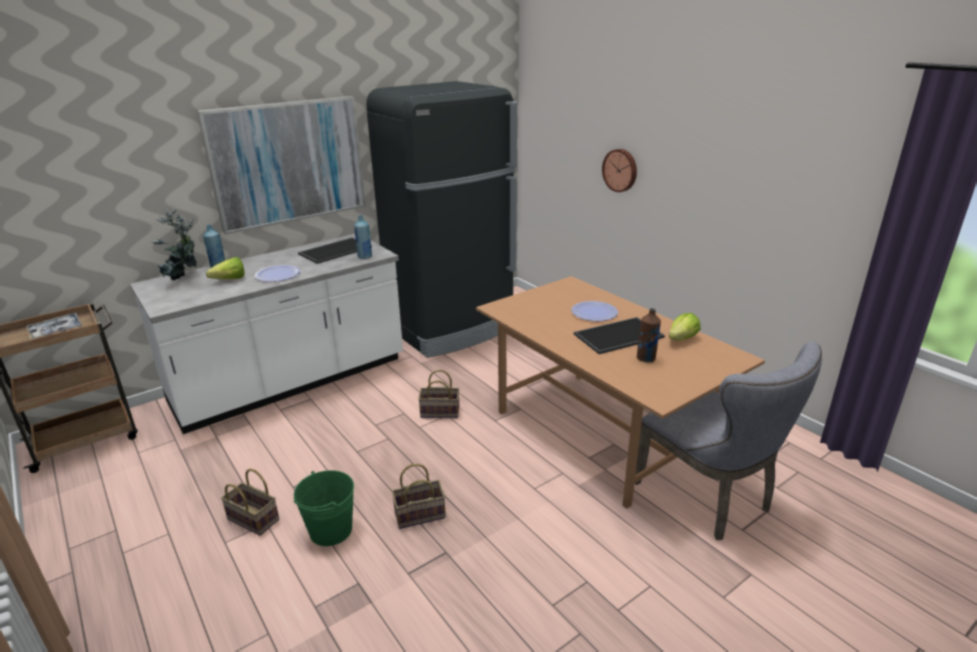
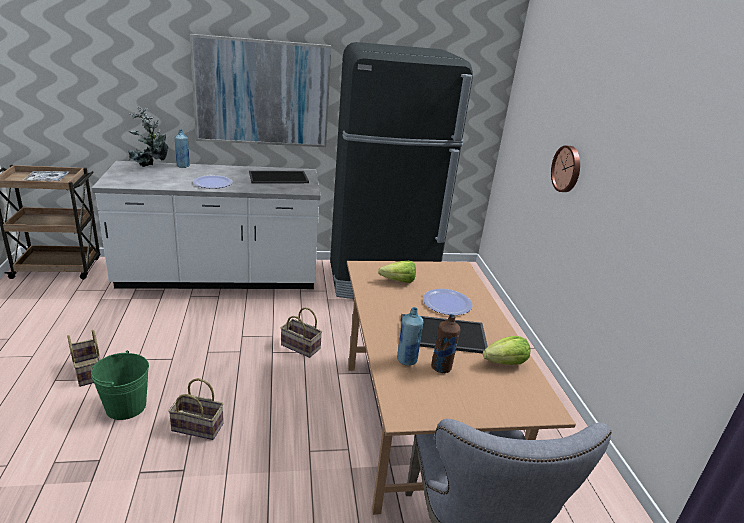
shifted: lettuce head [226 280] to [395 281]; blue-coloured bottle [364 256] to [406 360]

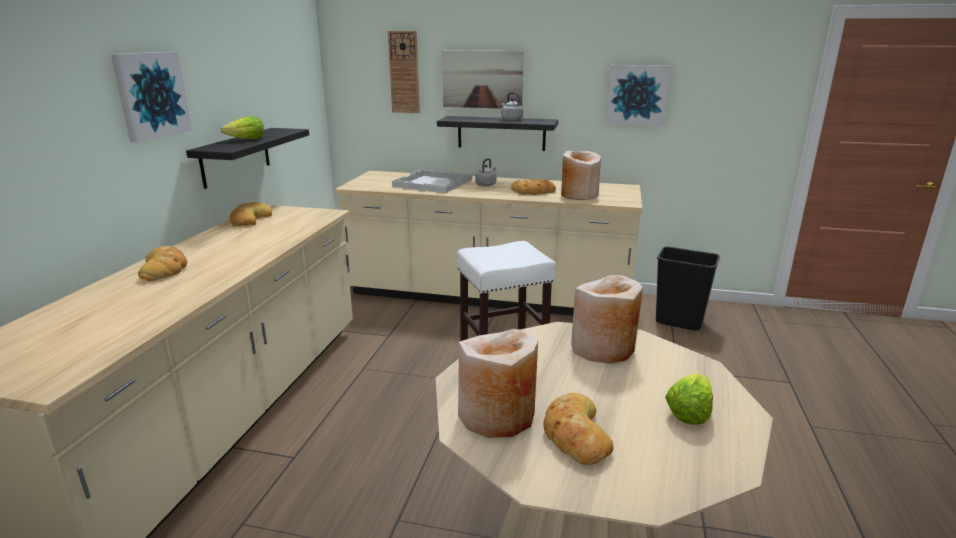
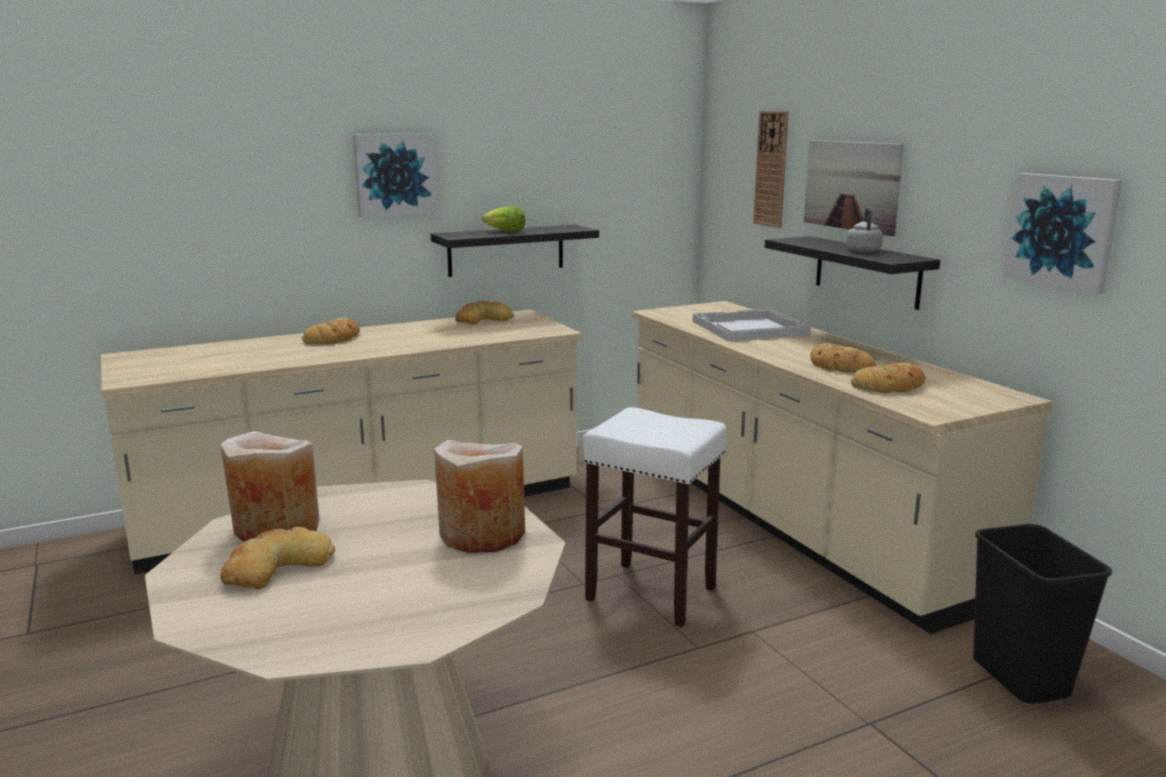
gone: gray tea kettle [486 184]; lettuce head [689 411]
swapped: sand-coloured decorative vase [579 195] to bread [891 386]

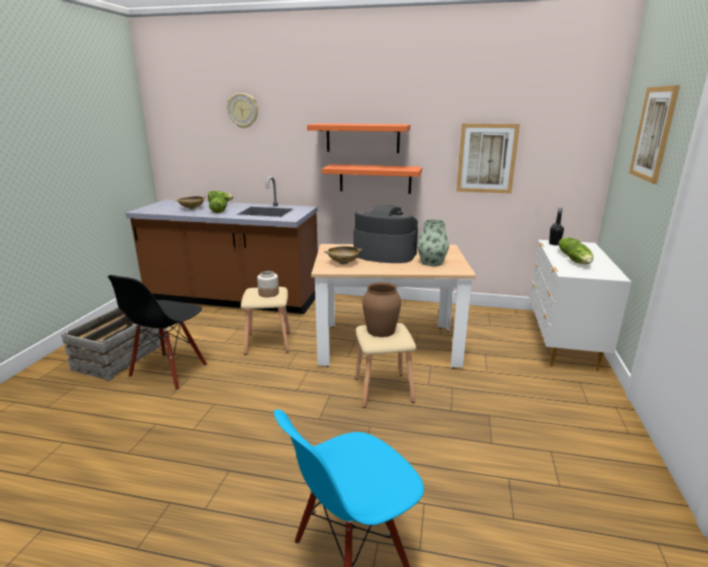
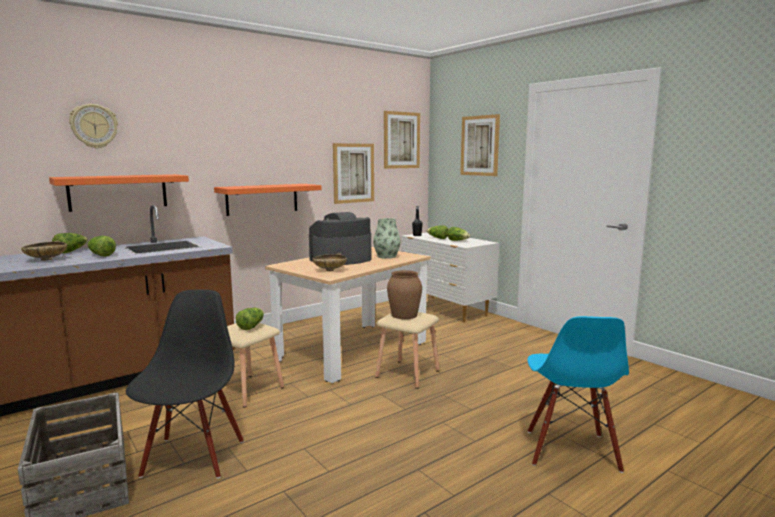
new: wall picture [401 140]
shifted: orange-coloured bracket shelf [362 138] to [118 192]
swapped: preserve jar [268 293] to lettuce head [251 326]
rotated: black-coloured upright chair [169 372] = [192 457] 150 degrees counterclockwise

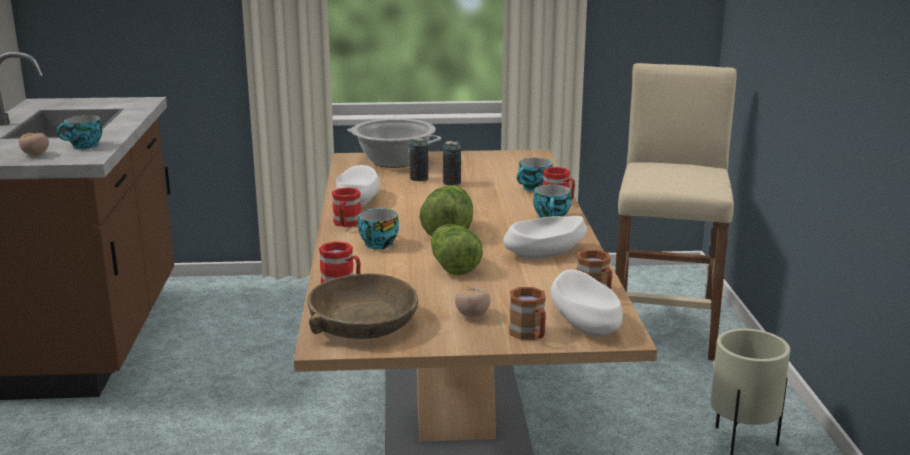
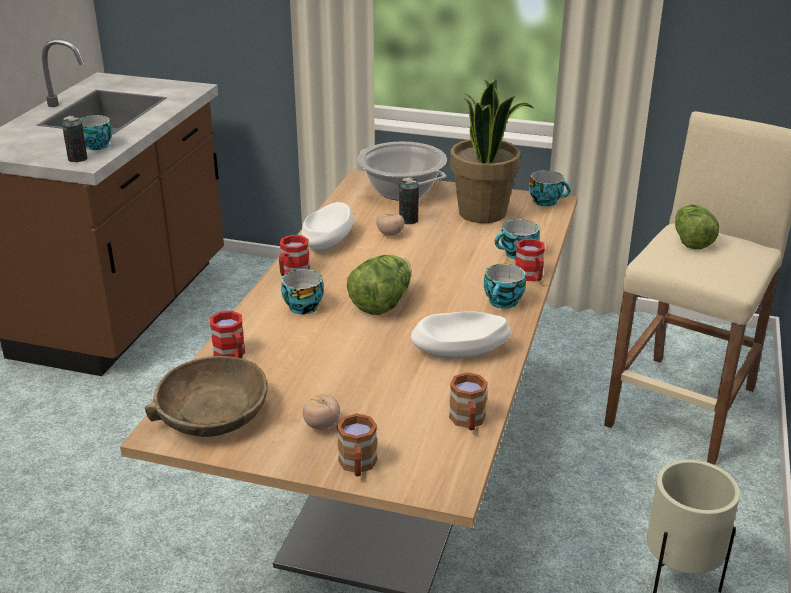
gone: white-coloured bowl [584 321]
new: potted plant [483 213]; drinking cup [547 201]
shifted: can [451 183] to [77 159]; fresh tomato [35 154] to [390 234]; lettuce head [453 266] to [691 240]

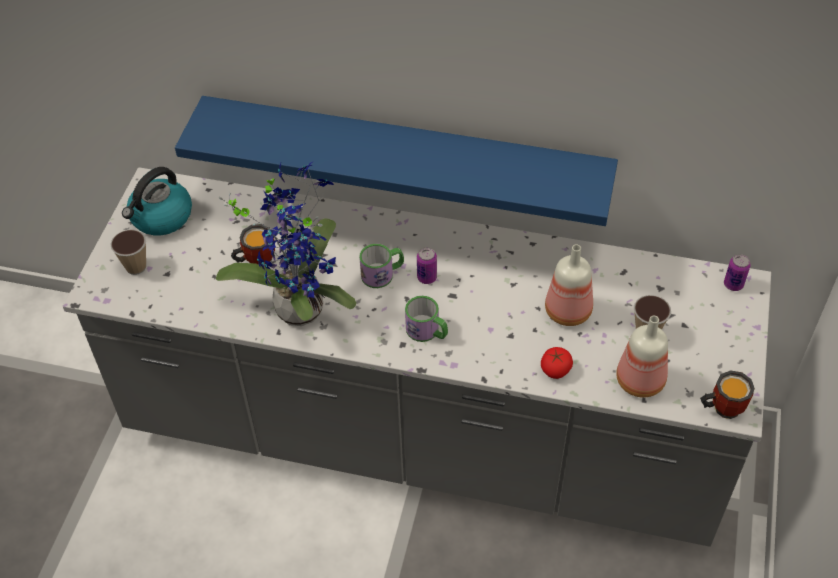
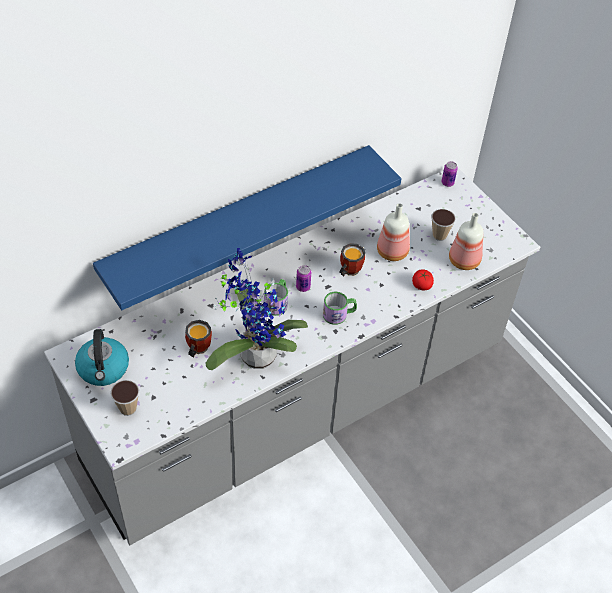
shifted: coffee mug [721 407] to [348 271]

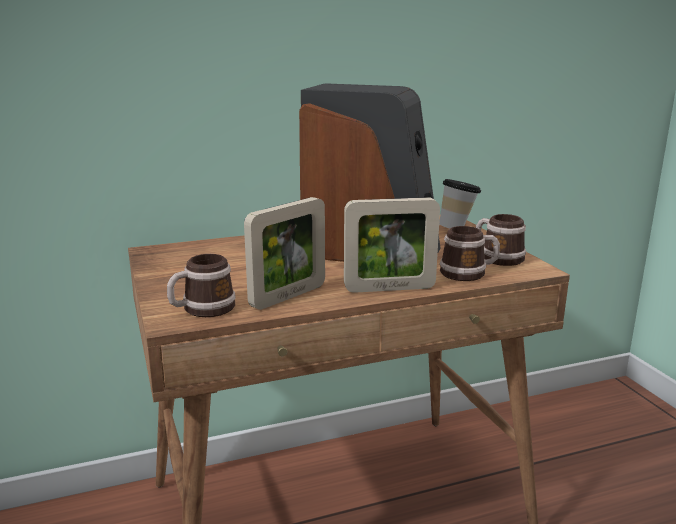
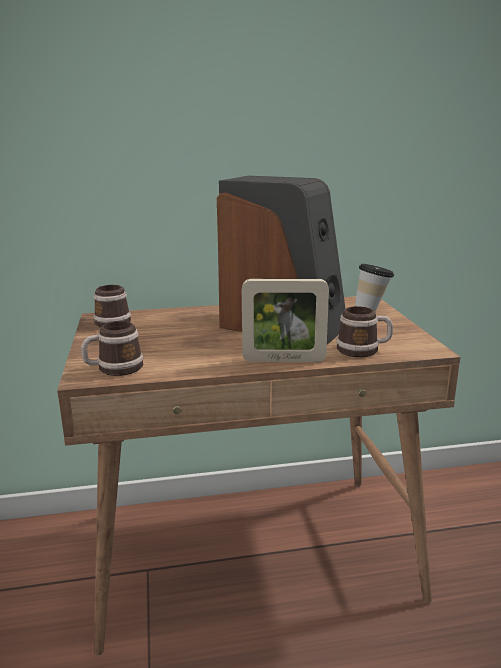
gone: standing frame [288 296]
shifted: coffee mug [497 257] to [111 321]

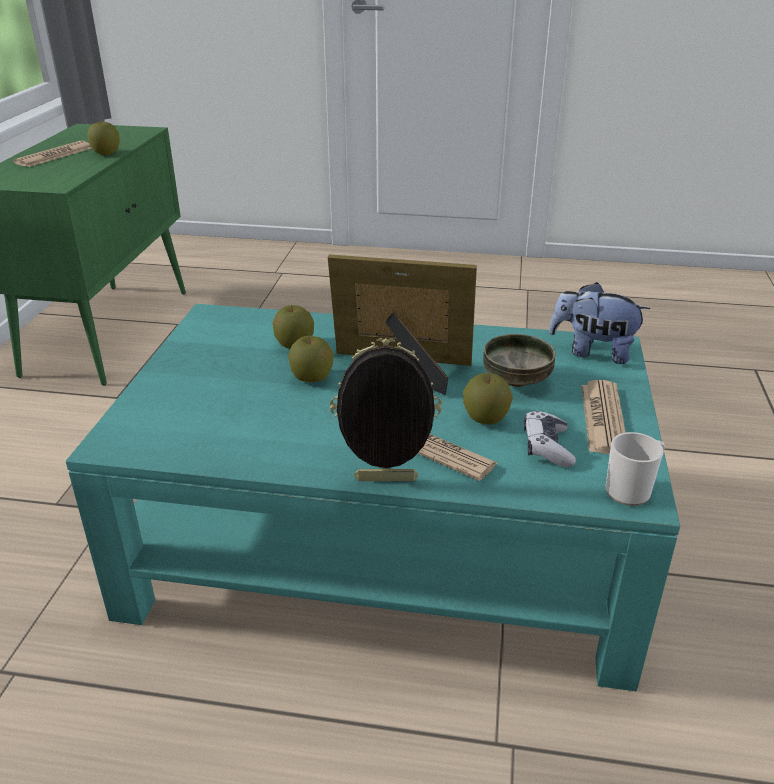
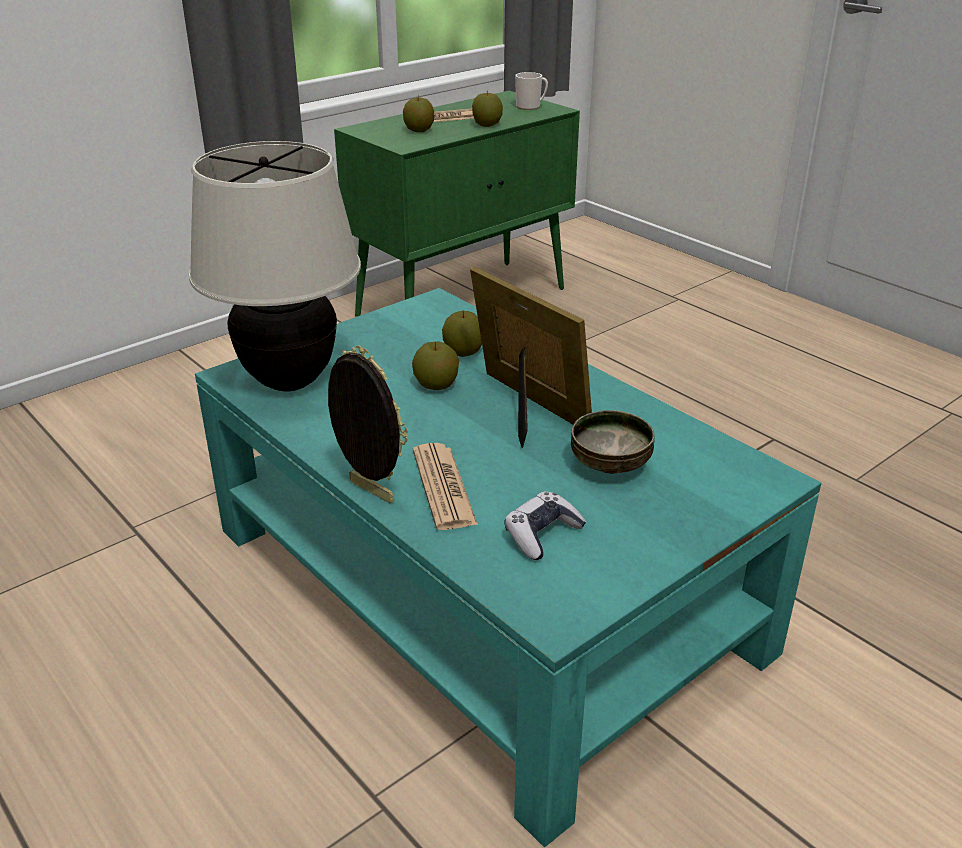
gone: cuddly toy [592 351]; newspaper [603 418]
new: sand-coloured table lamp [289 381]
shifted: apple fruit [485 418] to [419 131]; coffee mug [632 490] to [531 107]

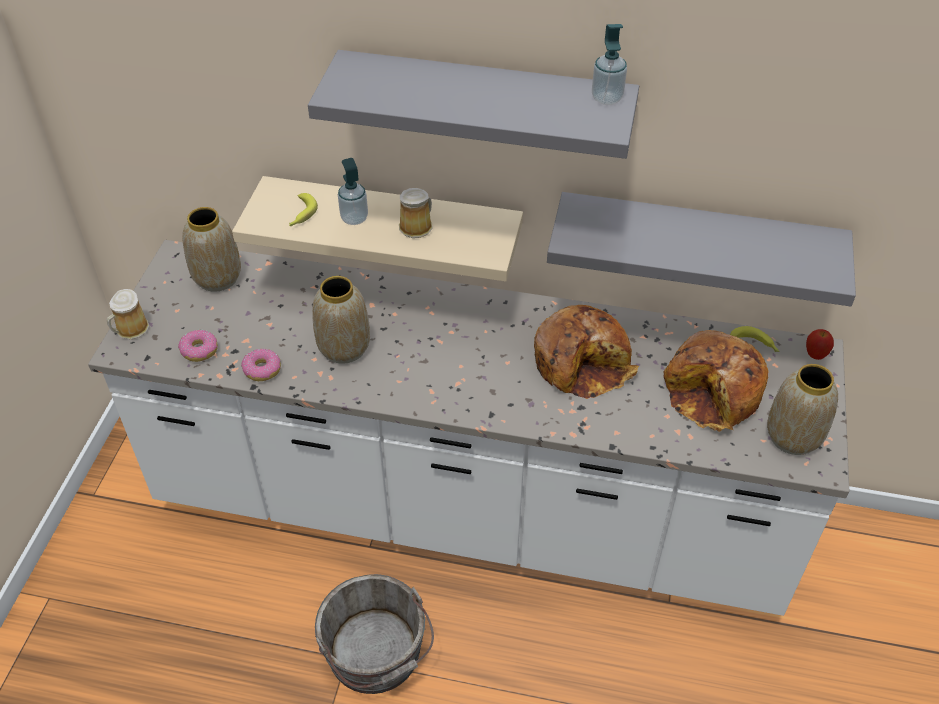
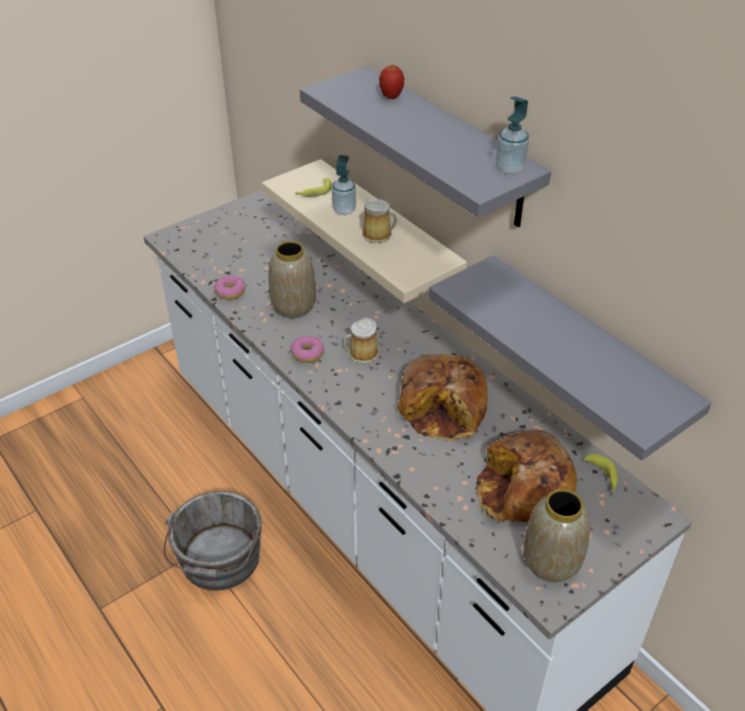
gone: decorative vase [217 278]
shifted: doughnut [199 350] to [307 354]; coffee mug [130 329] to [361 354]; apple fruit [815 355] to [391 97]

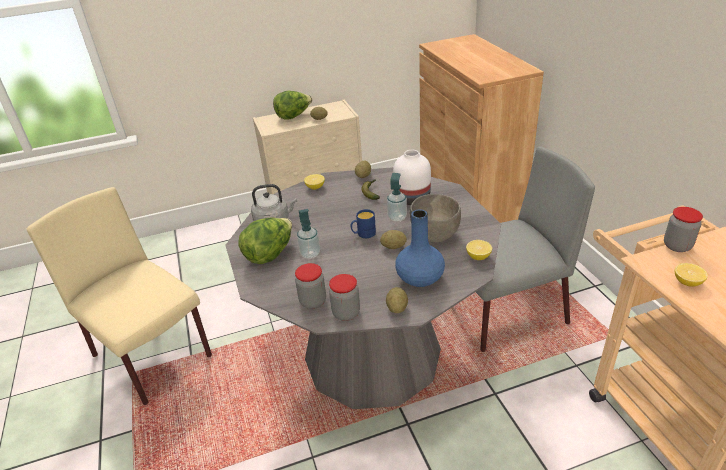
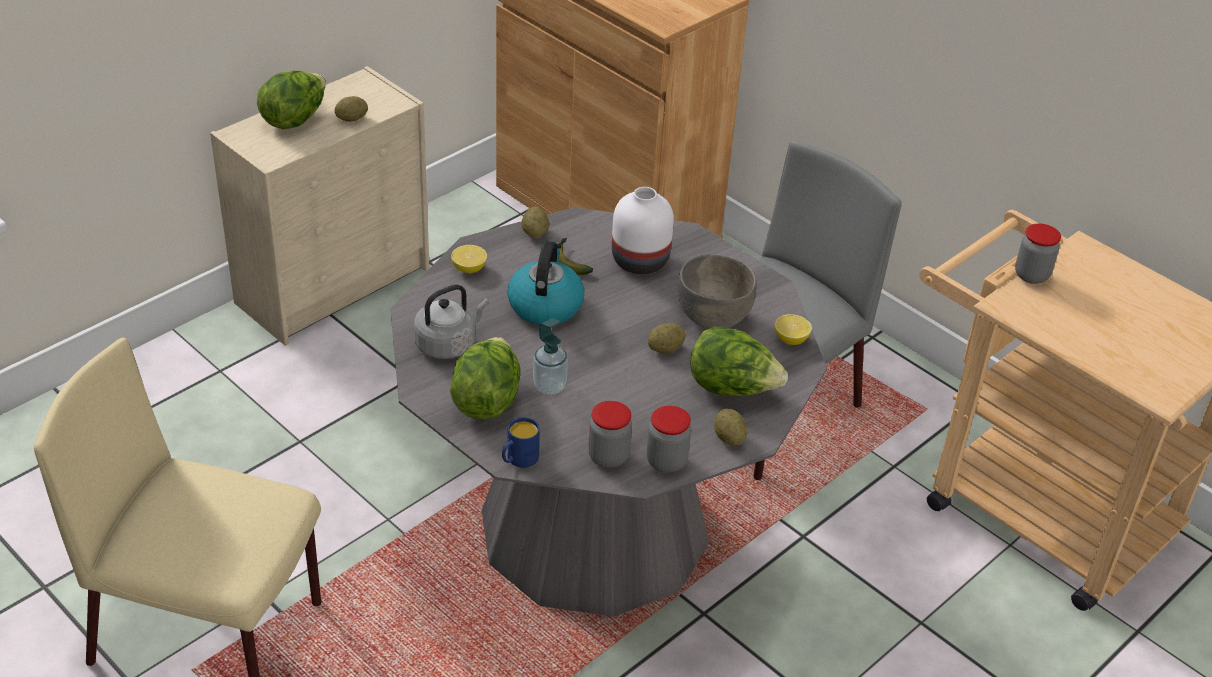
gone: liquid soap bottle [397 217]; citrus fruit [687 282]
new: tea kettle [545 305]
shifted: blue-coloured coffee mug [363 234] to [518 460]
swapped: blue-coloured decorative vase [420 278] to lettuce head [732 388]

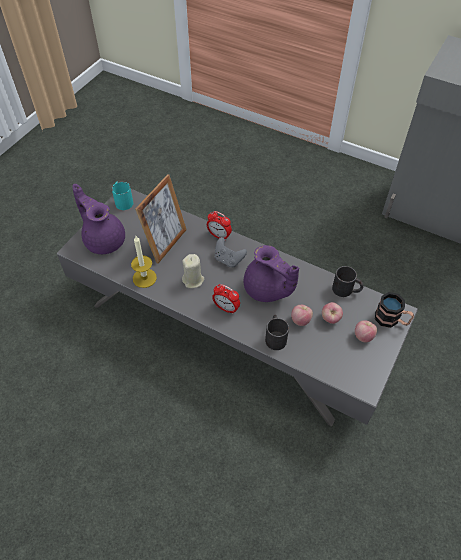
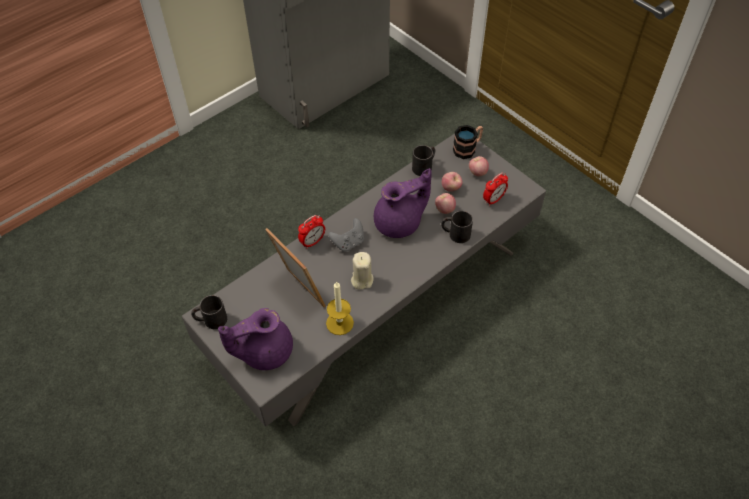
shifted: alarm clock [226 308] to [493 200]
repainted: turquoise-coloured coffee mug [122 201] to black-coloured coffee mug [210 320]

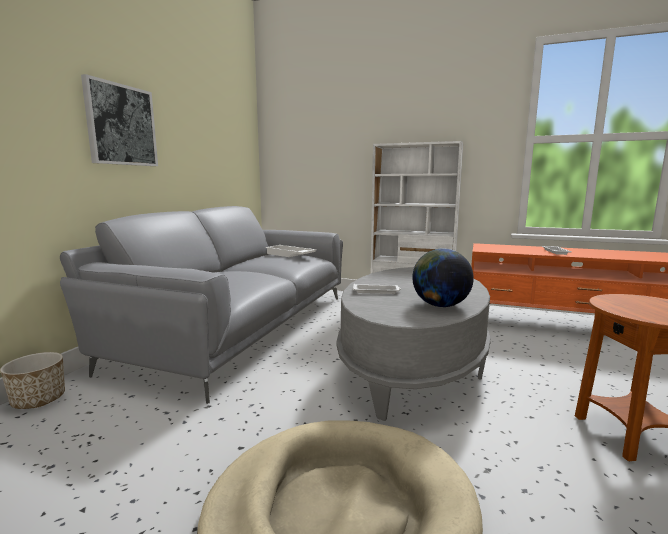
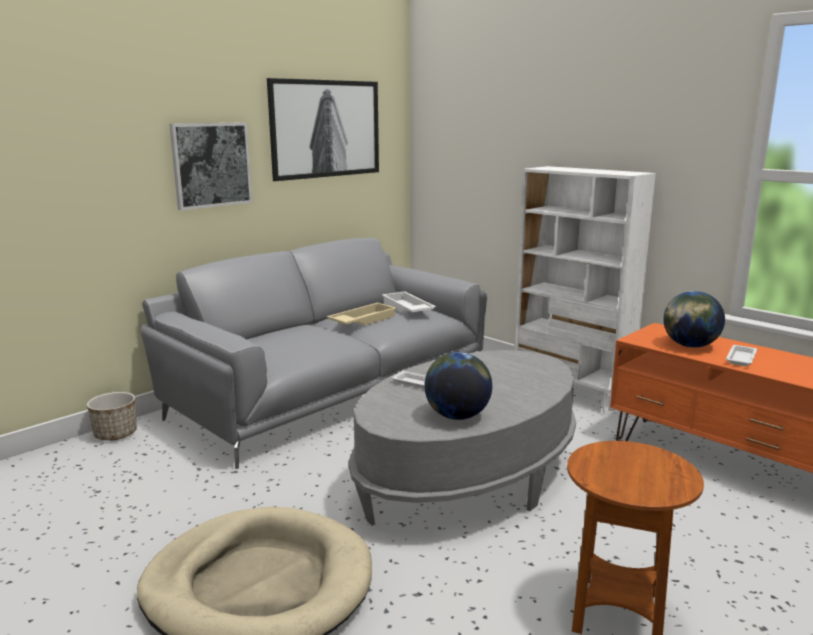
new: wall picture [326 129]; sand-coloured serving tray [362 320]; desk globe [690 346]

